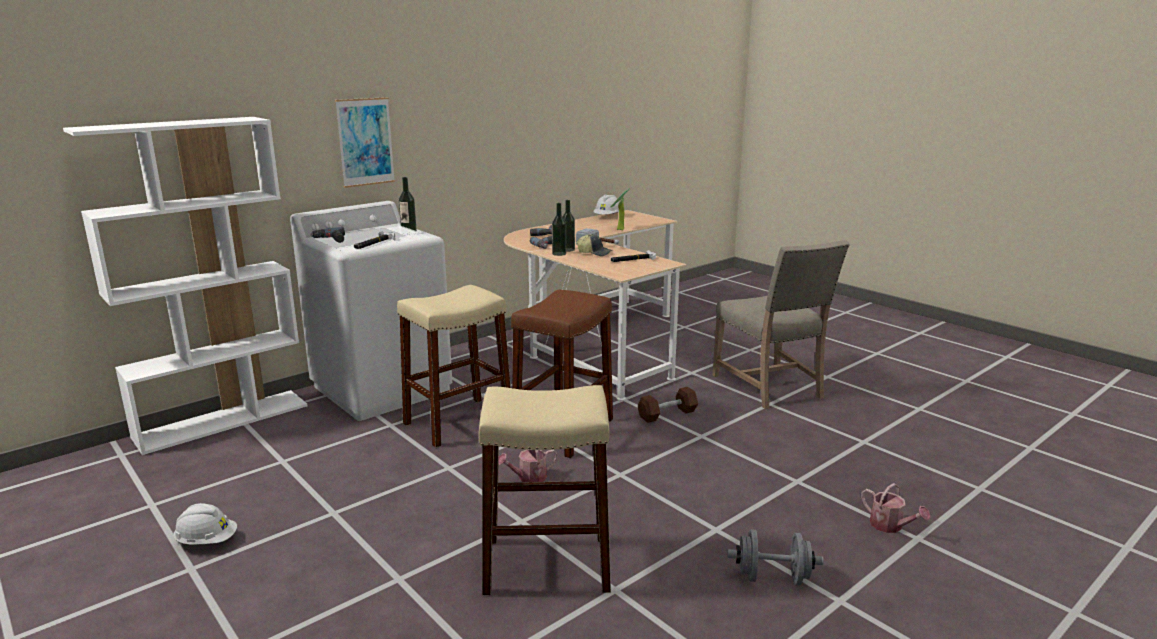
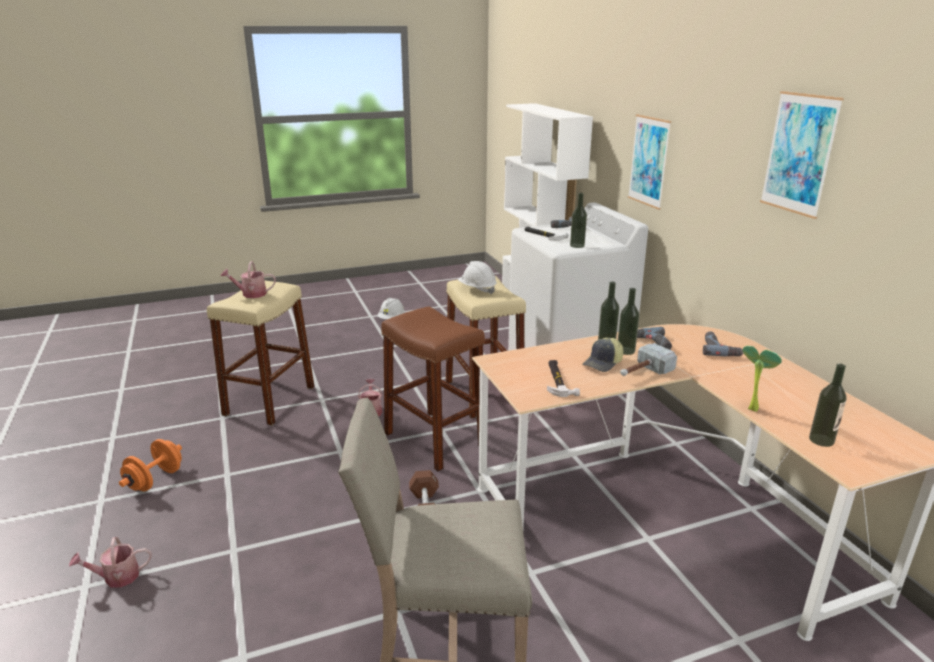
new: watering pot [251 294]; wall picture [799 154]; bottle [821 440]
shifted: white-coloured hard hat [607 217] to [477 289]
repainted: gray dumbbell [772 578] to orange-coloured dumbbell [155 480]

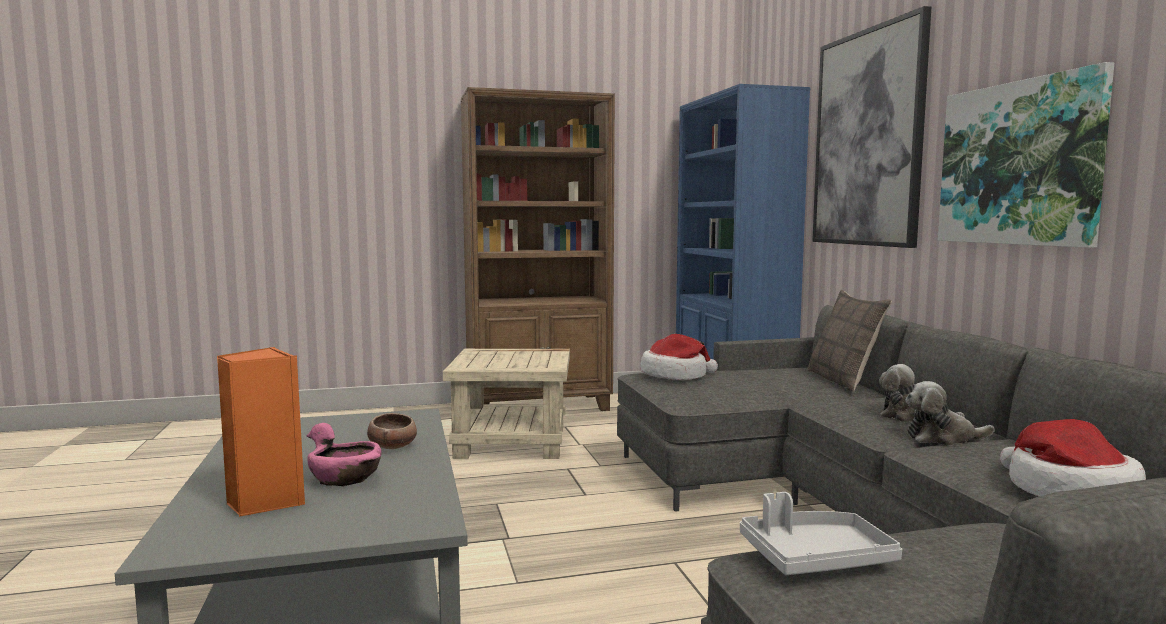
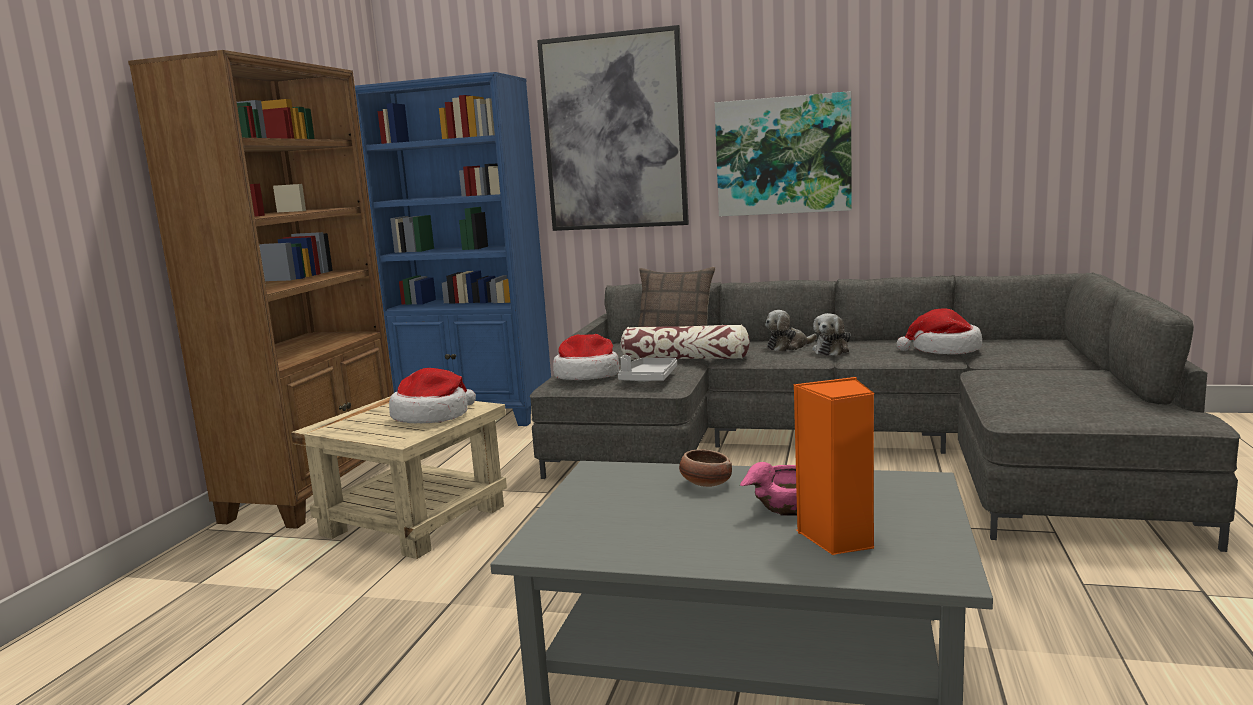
new: hat [432 416]; cushion [685 359]
shifted: gray serving tray [815 558] to [648 378]

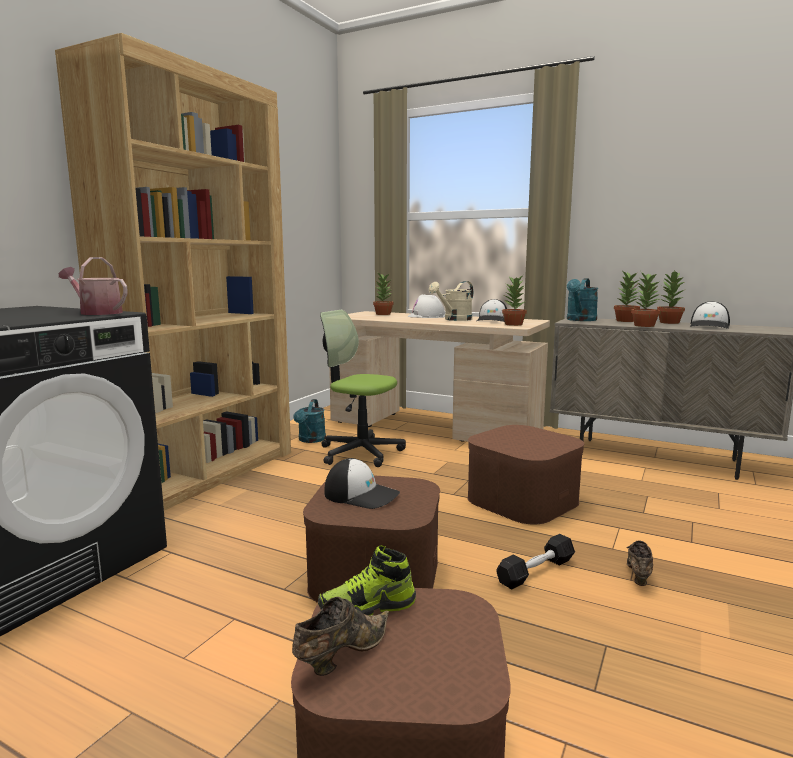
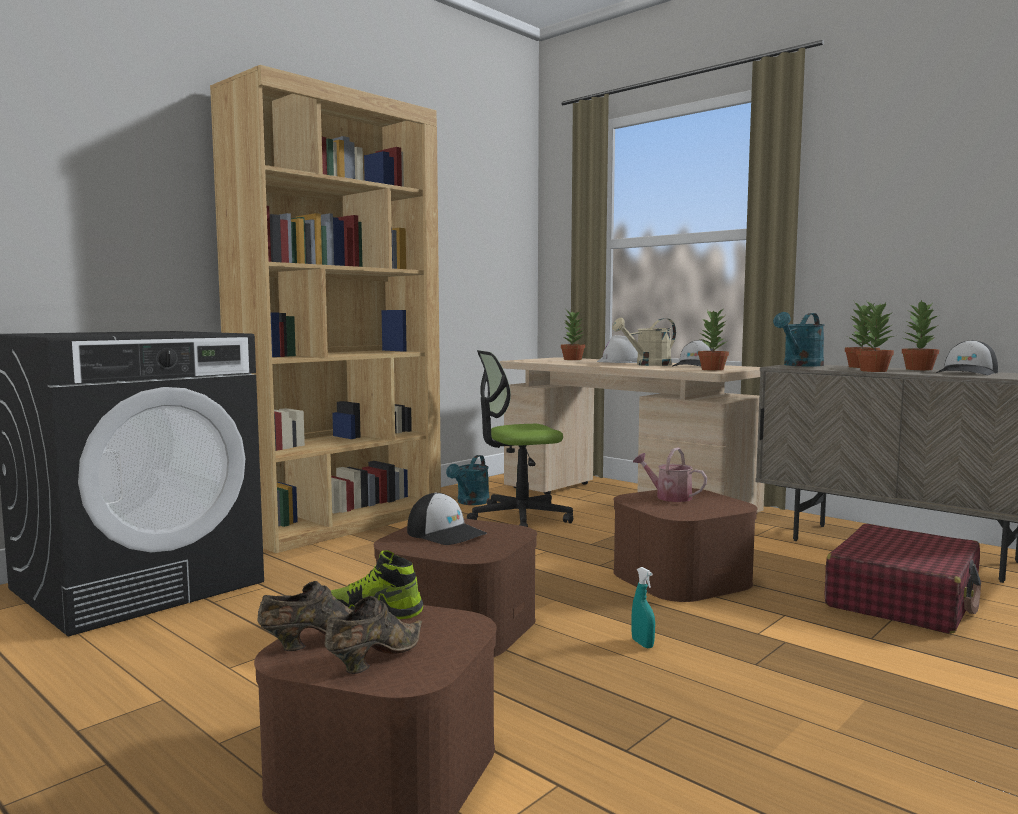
new: red-coloured suitcase [903 599]
shifted: brown-coloured shoe [638 575] to [373 659]; watering pot [97 313] to [669 497]
swapped: black-coloured dumbbell [536 571] to turquoise-coloured spray bottle [642 644]
rotated: desk chair [360 452] = [519 518] 60 degrees counterclockwise

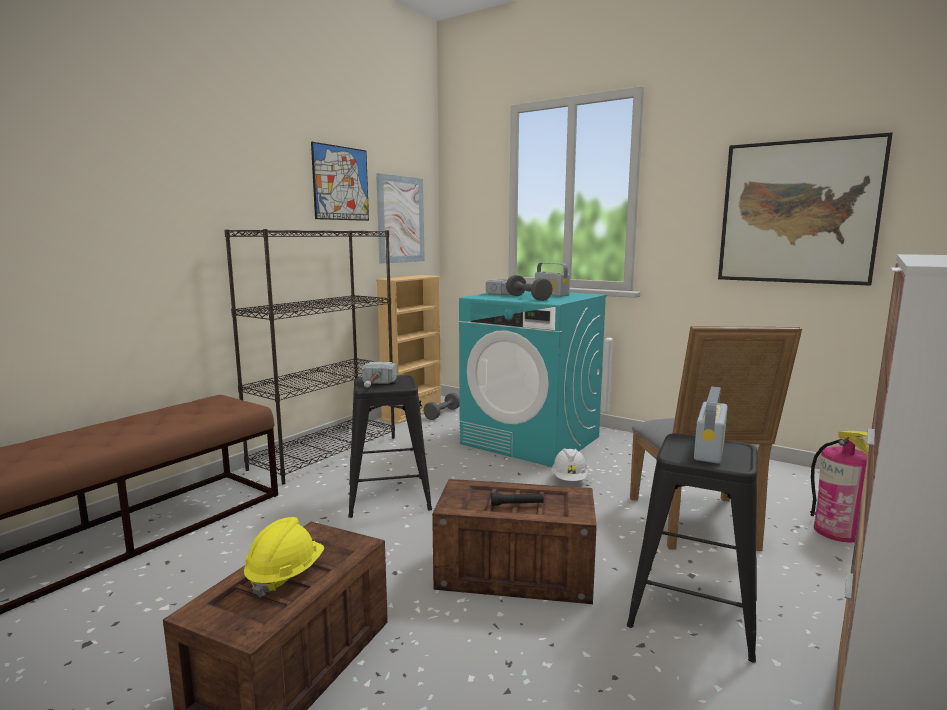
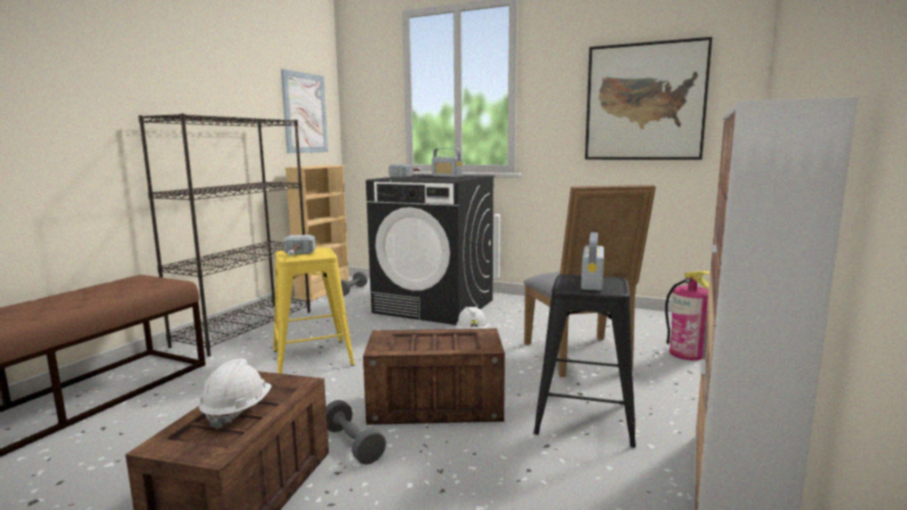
gone: wall picture [341 183]; black-coloured flashlight [517 504]
shifted: gray dumbbell [528 298] to [353 445]
repainted: yellowish hard hat [285 575] to white-coloured hard hat [237 411]; black-coloured stool [388 496] to yellowish stool [312 358]; turquoise-coloured laundry machine [531 440] to black-coloured laundry machine [435 306]

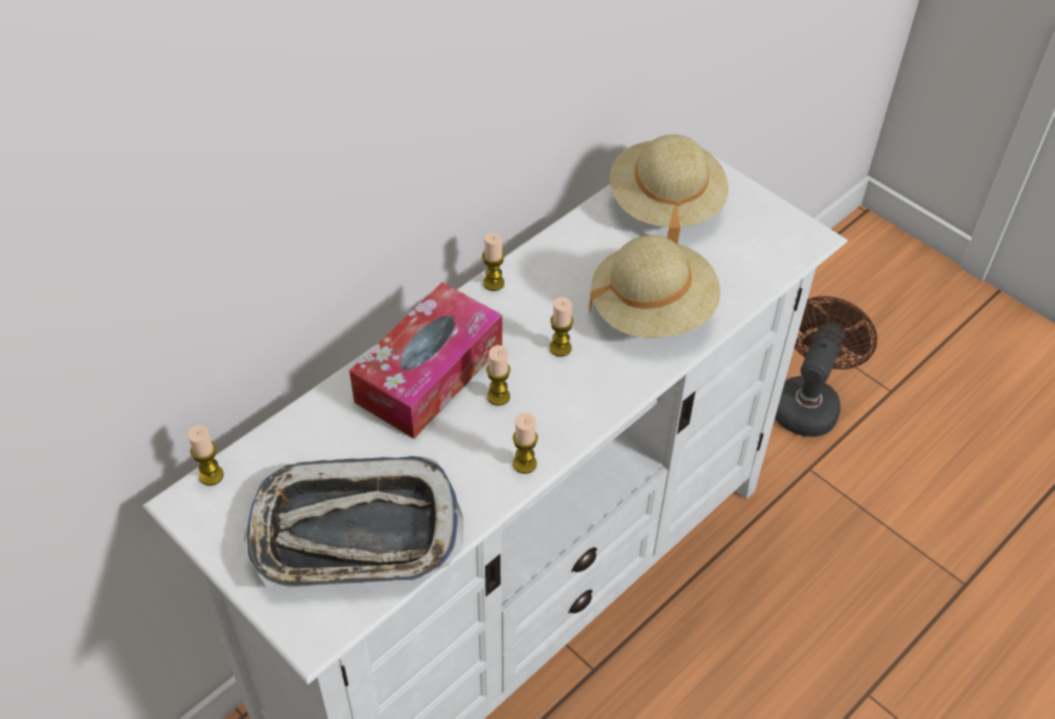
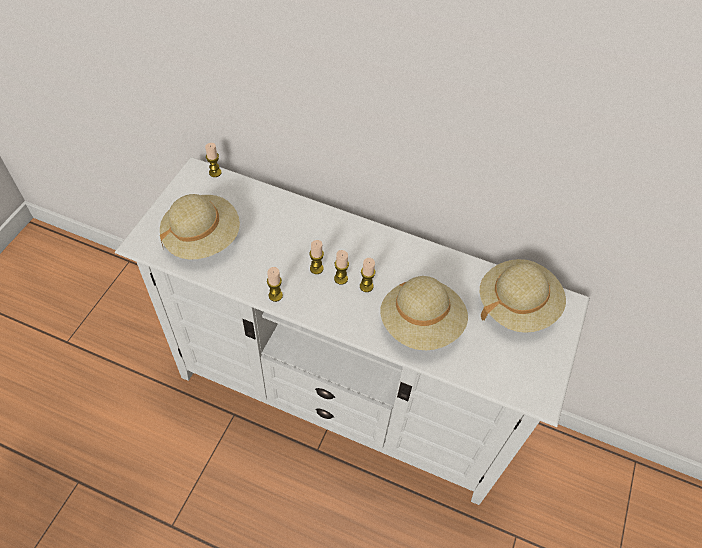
gone: box of tissues [429 374]; brown-coloured electric fan [808 402]
shifted: candle [493 283] to [341 278]
swapped: serving tray [354 533] to sand-coloured hat [202 238]

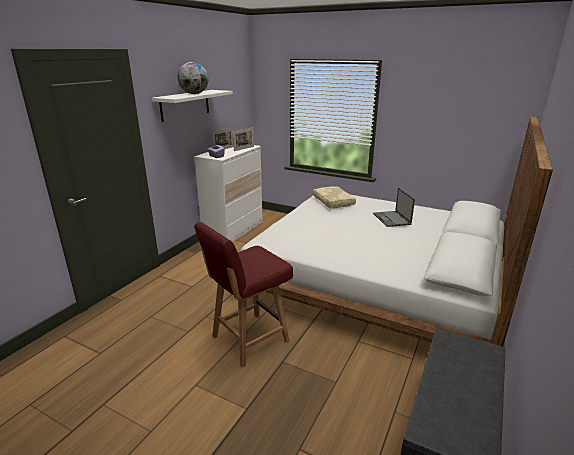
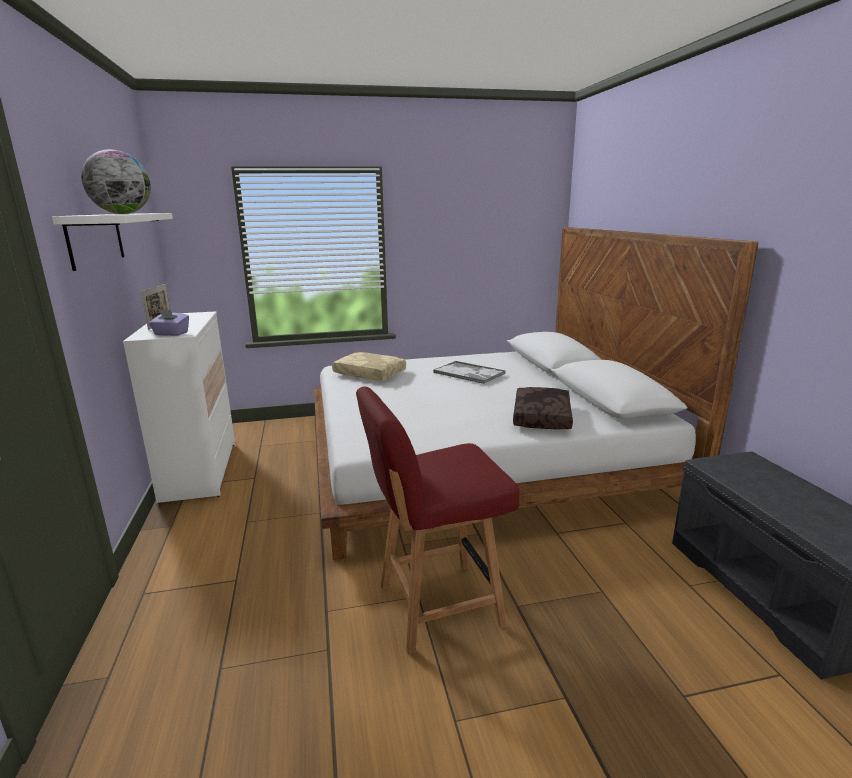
gone: standing frame [244 149]
new: brown-coloured cushion [543 417]
swapped: notebook computer [392 219] to serving tray [469 373]
rotated: red-coloured upright chair [248 339] = [436 605] 60 degrees clockwise

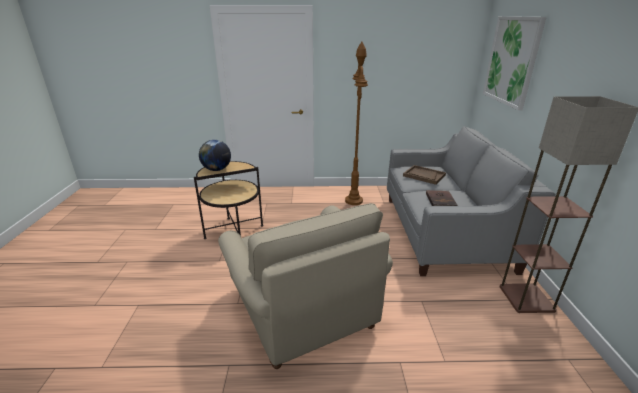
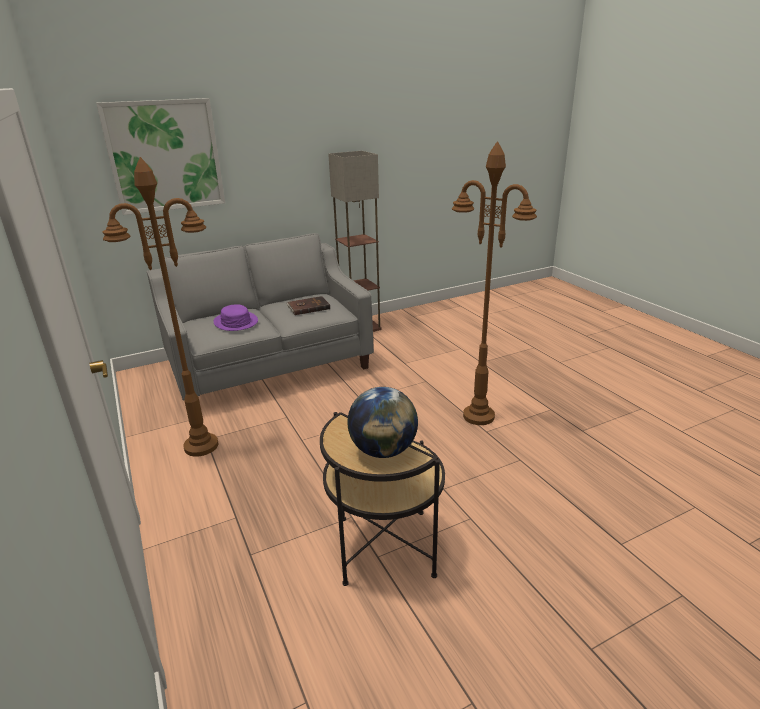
swapped: brown-coloured serving tray [424 175] to purple-coloured hat [235 322]; sand-coloured lounge chair [302 308] to brown-coloured standing lamp [479 416]

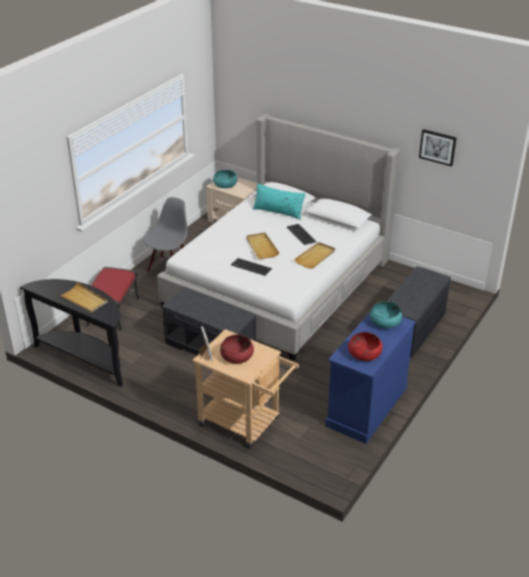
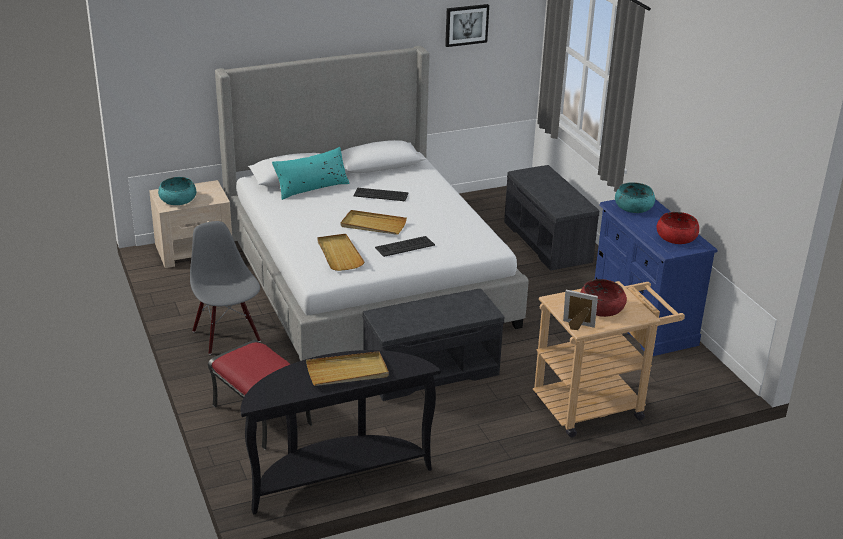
shifted: sand-coloured serving tray [315 257] to [339 254]

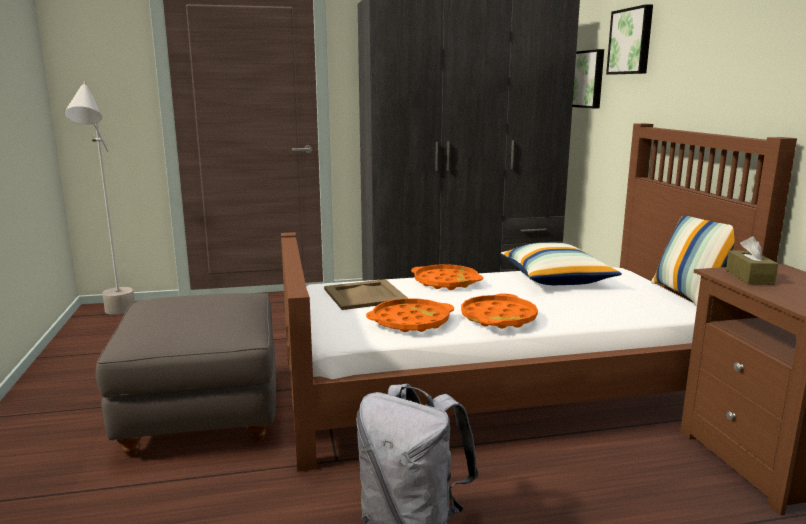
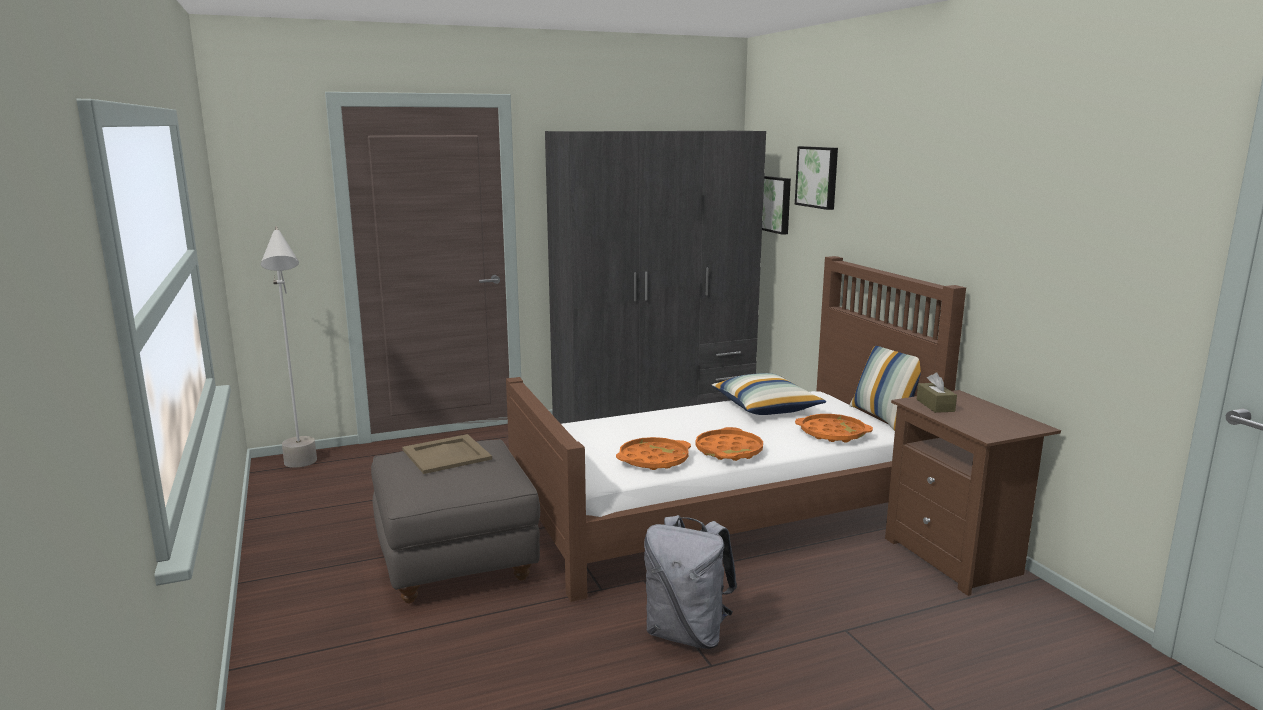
shifted: sand-coloured serving tray [365 295] to [447 454]; orange-coloured serving tray [446 282] to [832 433]

